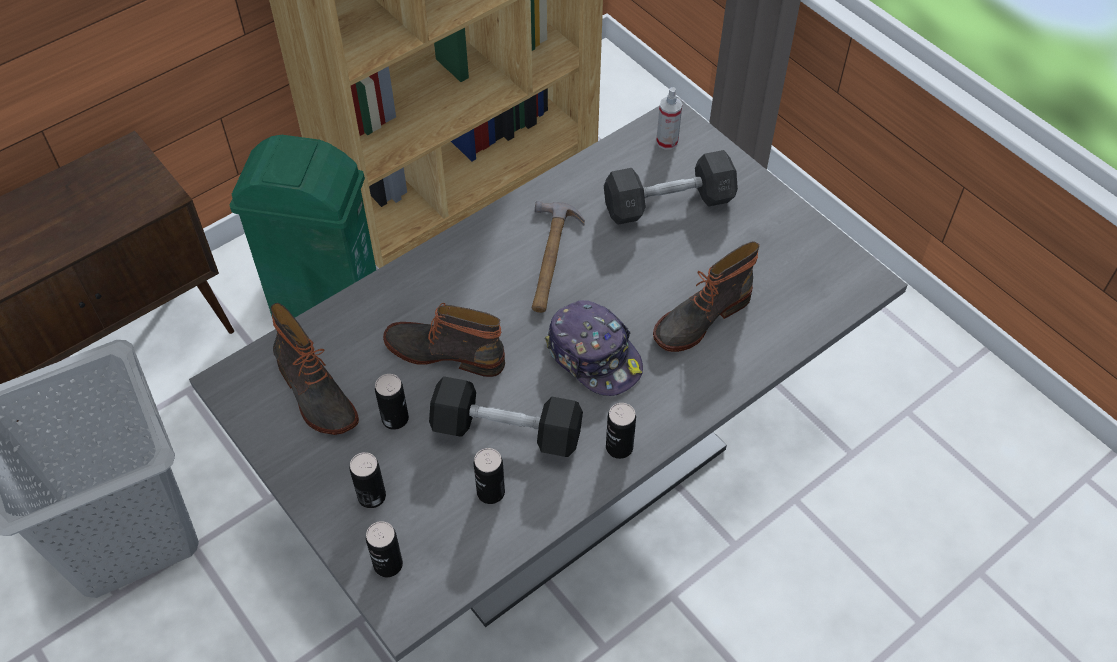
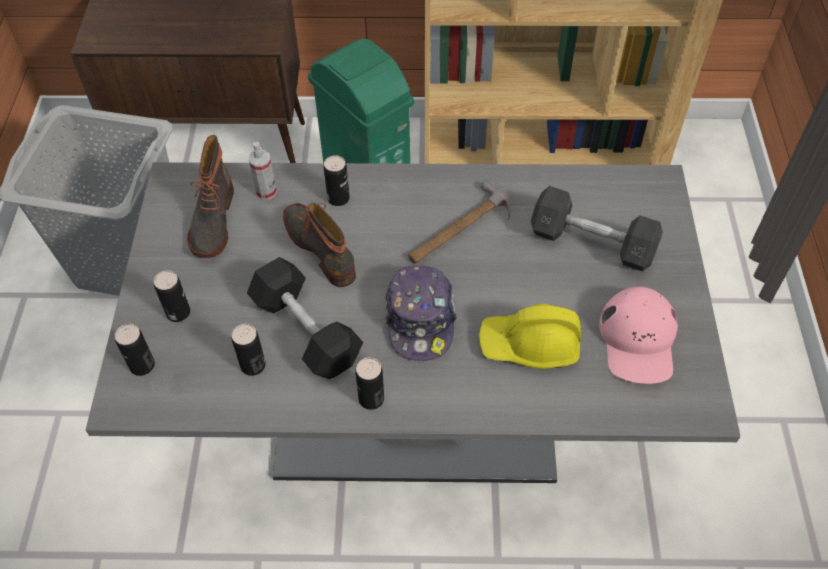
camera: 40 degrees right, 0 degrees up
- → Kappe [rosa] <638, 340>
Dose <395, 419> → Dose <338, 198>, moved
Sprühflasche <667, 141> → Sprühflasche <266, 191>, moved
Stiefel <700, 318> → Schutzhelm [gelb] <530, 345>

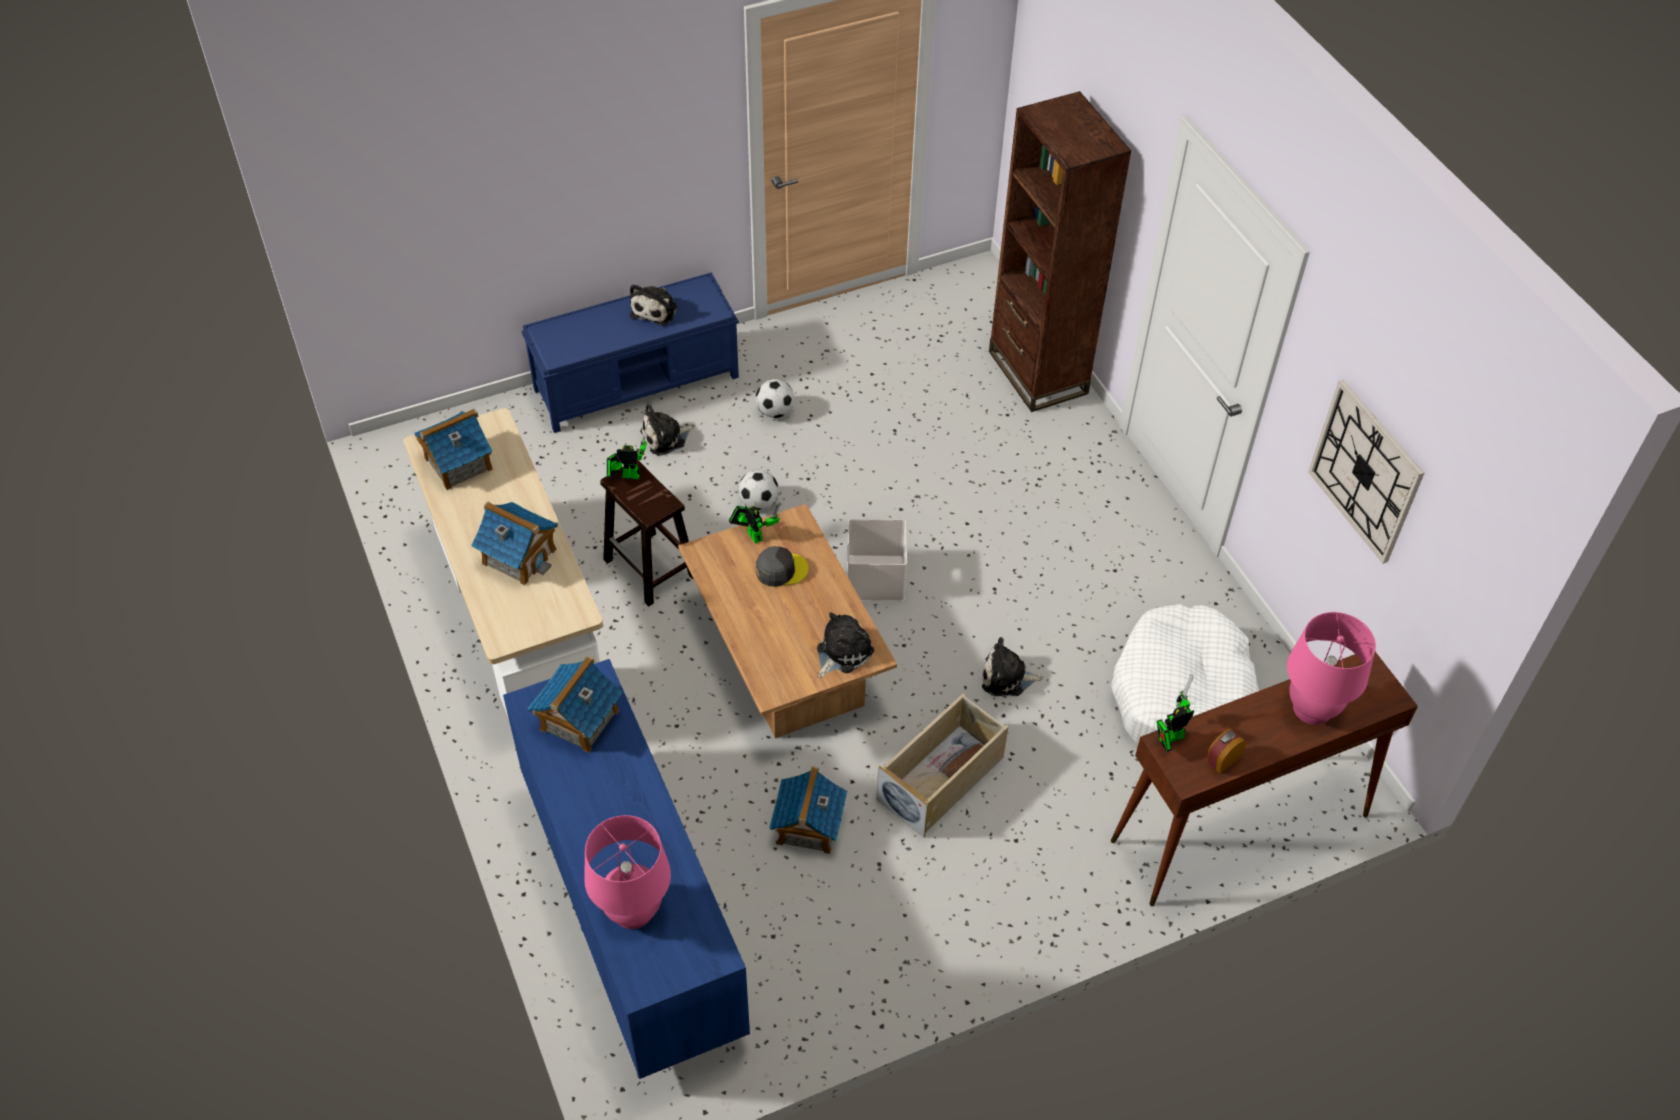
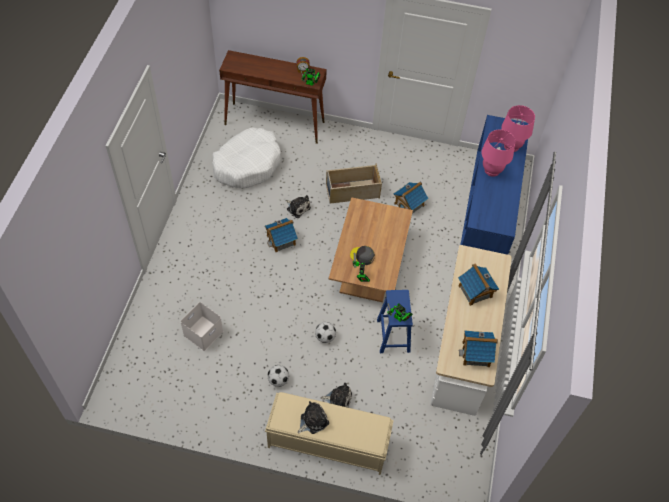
camera: 145 degrees left, 5 degrees up
Plüschtier <842, 652> → -
Bücherregal [braun] <1037, 372> → -
Wanduhr <1365, 471> → -
Spielzeughaus <578, 720> → Spielzeughaus <281, 240>, moved
Aufbewahrungsbox [weiß] <877, 579> → Aufbewahrungsbox [weiß] <203, 332>, moved
Tischlampe [rosa] <1312, 708> → Tischlampe [rosa] <492, 170>, moved
Bank [blau] <638, 382> → Bank [beige] <327, 443>
Hocker [braun] <651, 568> → Hocker [blau] <393, 335>

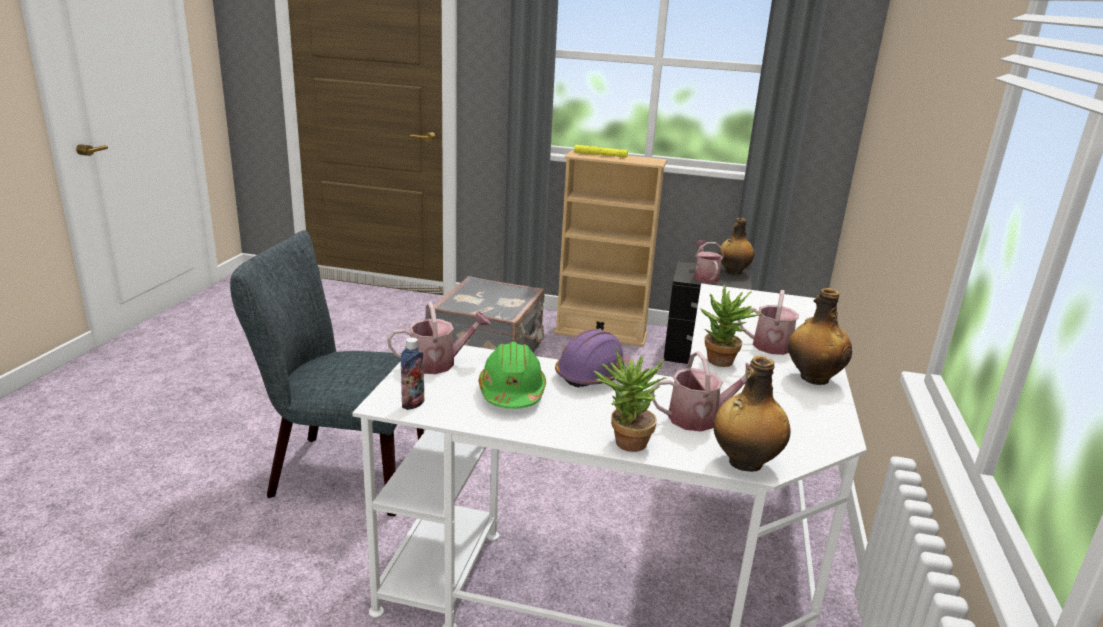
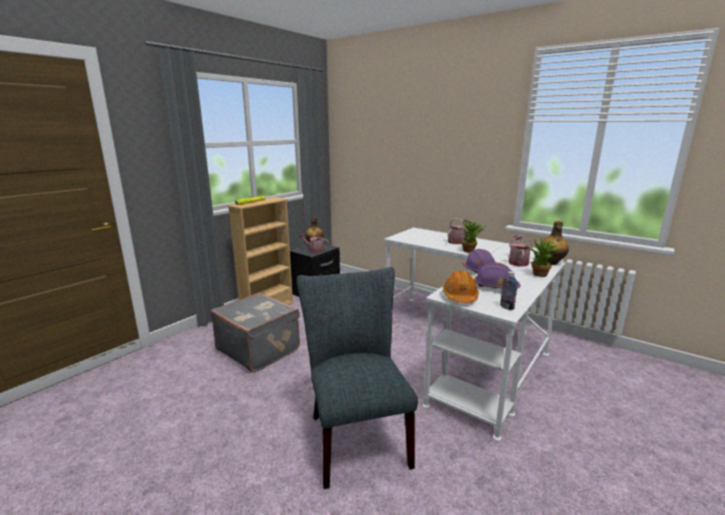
camera: 65 degrees left, 5 degrees down
Flasche <813, 378> → -
Gießkanne <439, 363> → Schutzhelm [orange] <460, 296>
Schutzhelm [grün] <512, 392> → Schutzhelm [lila] <495, 286>
Stuhl [grau] <339, 471> → Stuhl [grau] <355, 435>, 135 degrees clockwise

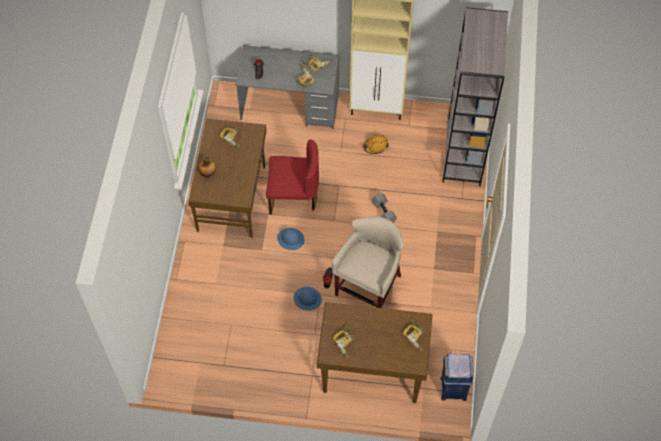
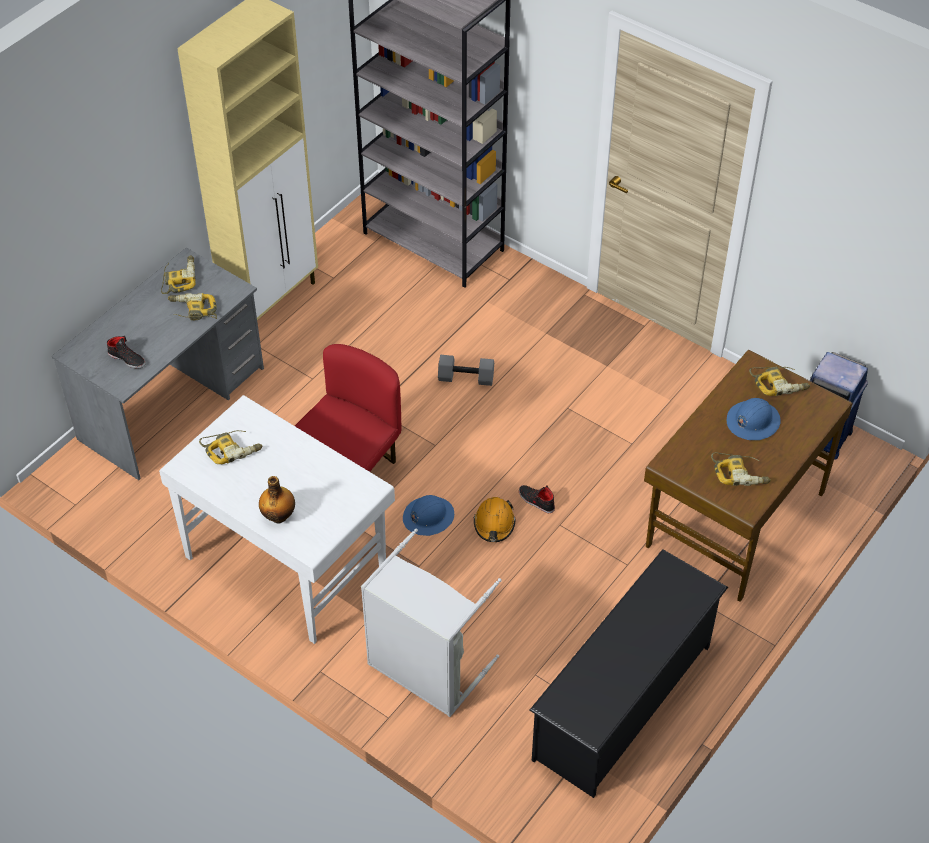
camera: 60 degrees left, 10 degrees down
Hocker [beige] <369, 287> → -
- → Wäschekorb [grau] <425, 671>
- → Schuhregal [schwarz] <623, 701>
Schutzhelm [blau] <307, 299> → Schutzhelm [blau] <752, 421>, moved
Schutzhelm [orange] <375, 146> → Schutzhelm [orange] <494, 524>, moved
Schreibtisch [braun] <232, 198> → Schreibtisch [weiß] <286, 561>

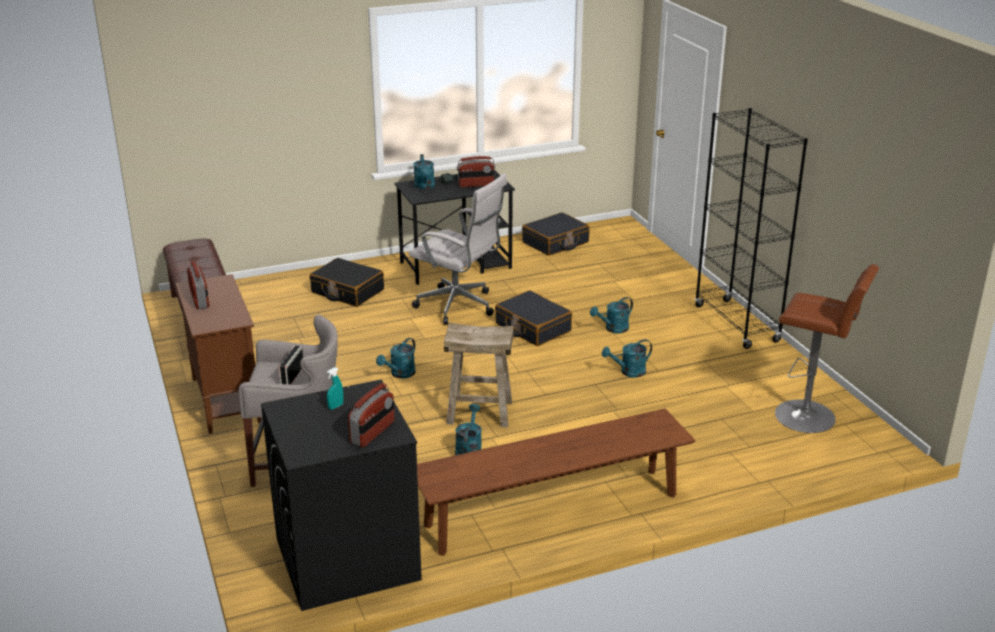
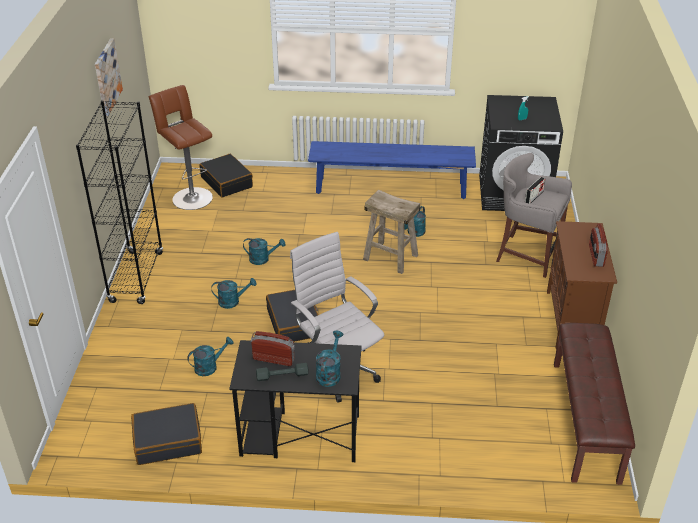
camera: 155 degrees left, 10 degrees up
Radio <373, 433> → -
- → Bild <107, 77>
Koffer [schwarz] <347, 291> → Koffer [schwarz] <227, 182>, moved
Gießkanne [türkis] <400, 374> → Gießkanne [türkis] <210, 366>, moved
Bank [braun] <552, 510> → Bank [blau] <391, 188>

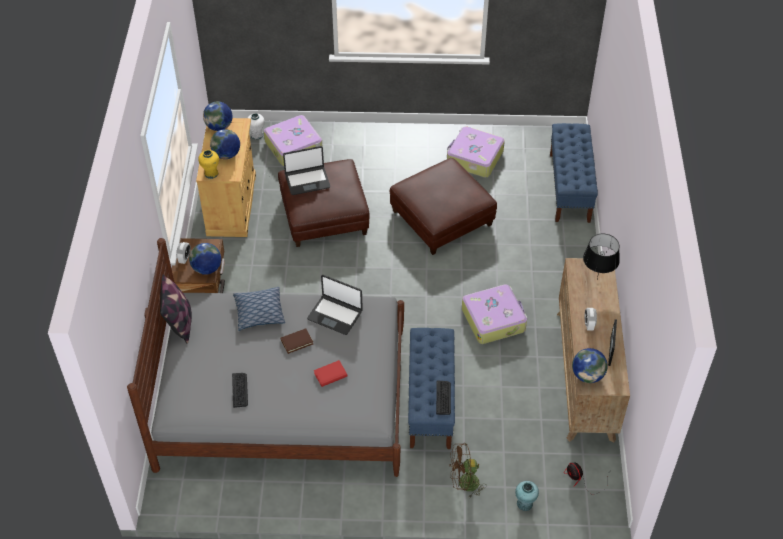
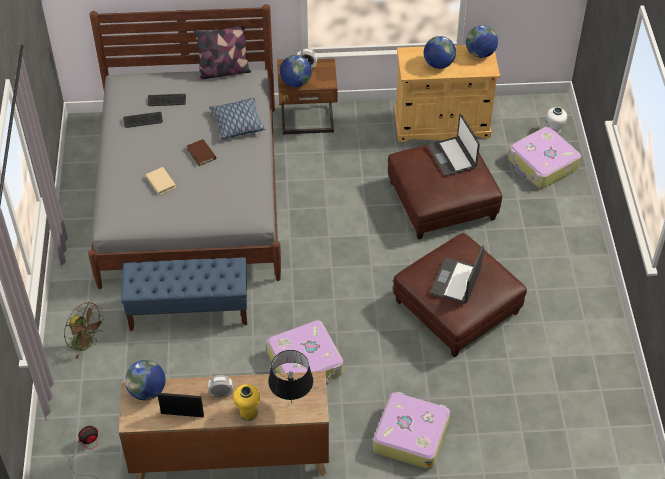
camera: 85 degrees right, 0 degrees up
Vase [türkis] <524, 503> → -
Bank [blau] <569, 188> → -
Vase [gelb] <211, 174> → Vase [gelb] <248, 413>, moved
Laptop <335, 315> → Laptop <456, 282>, moved
Tastatur <443, 398> → Tastatur <166, 100>, moved
Koffer <474, 158> → Koffer <410, 435>, moved
Buch [rot] <330, 375> → Buch [beige] <160, 182>
Ventilator [braun] <464, 484> → Ventilator [braun] <87, 344>, 135 degrees clockwise

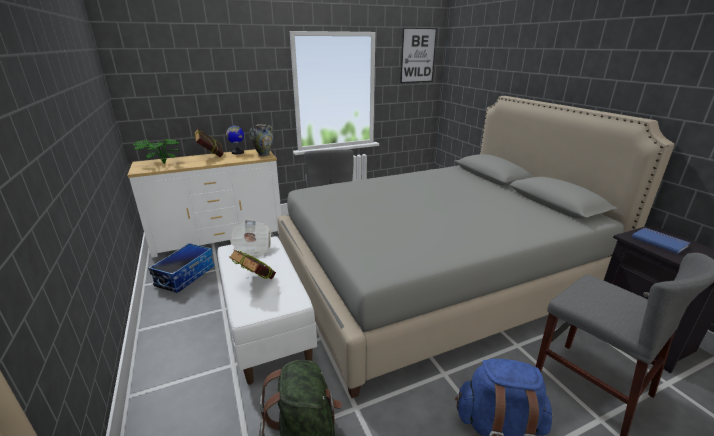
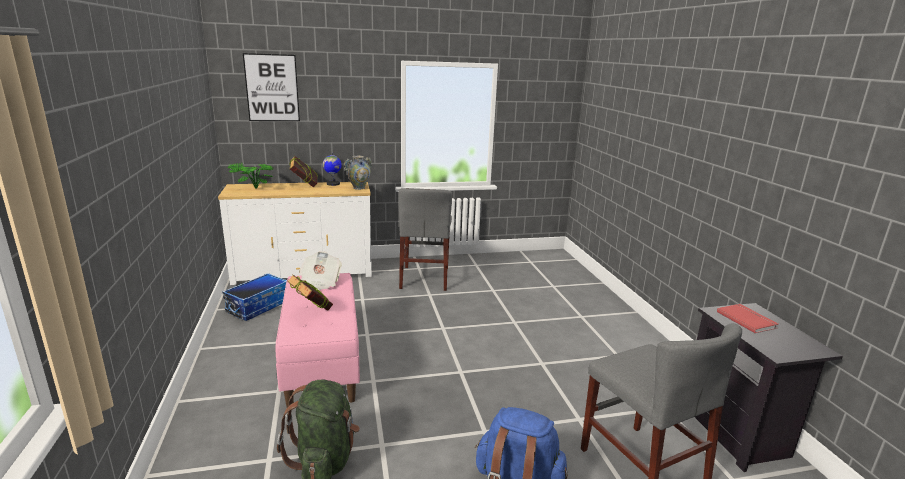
camera: 10 degrees right, 5 degrees down
Bett [grau] <434, 279> → -
Bild <418, 55> → Bild <272, 88>, moved
Bank [weiß] <267, 326> → Bank [rosa] <322, 362>
Buch [blau] <659, 241> → Buch [rot] <747, 319>

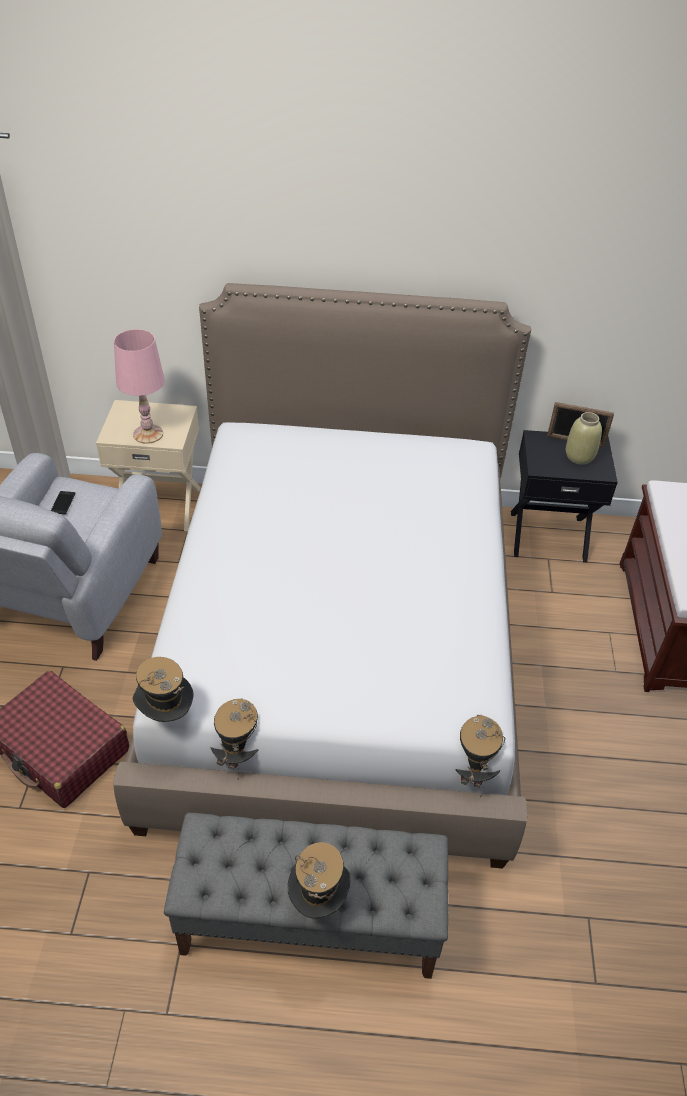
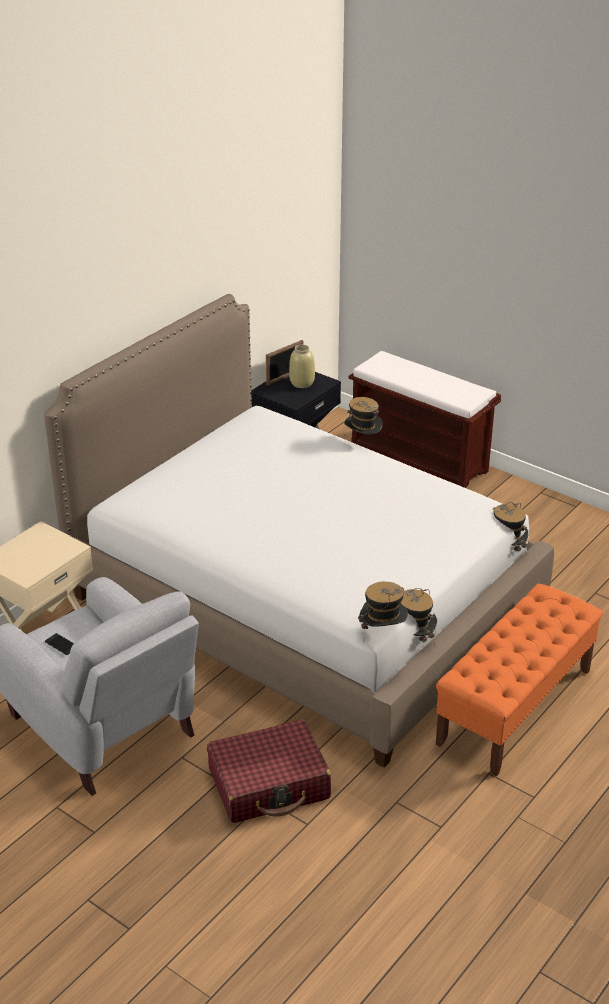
camera: 55 degrees left, 10 degrees down
Tischlampe [rosa] <148, 434> → -
Hut <318, 899> → Hut <362, 441>, moved
Bank [grau] <310, 920> → Bank [orange] <515, 706>

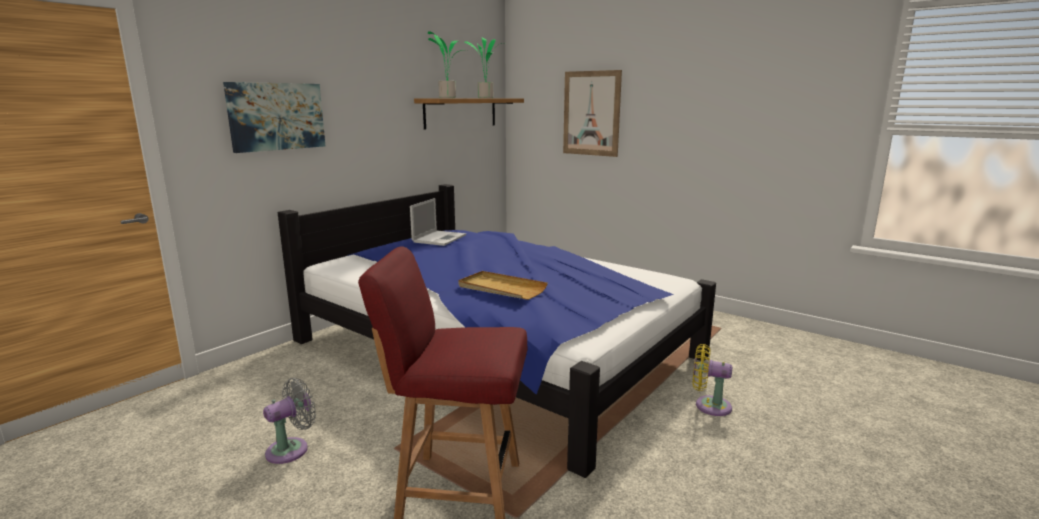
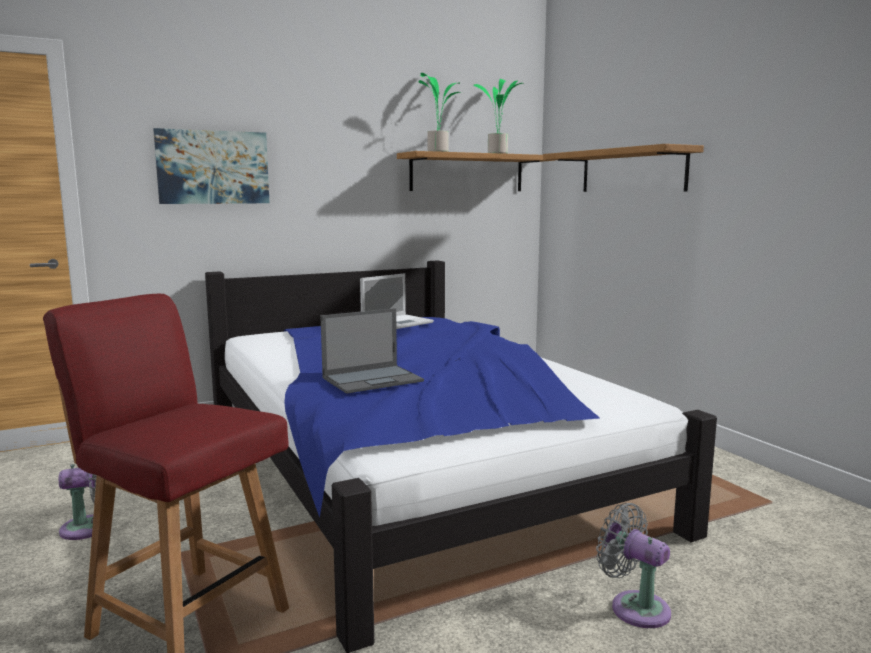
camera: 25 degrees right, 5 degrees down
Tablett [beige] <501, 288> → Laptop <373, 379>
Bild <591, 113> → Wandregal <632, 171>
Ventilator [gelb] <709, 405> → Ventilator [grau] <634, 607>

